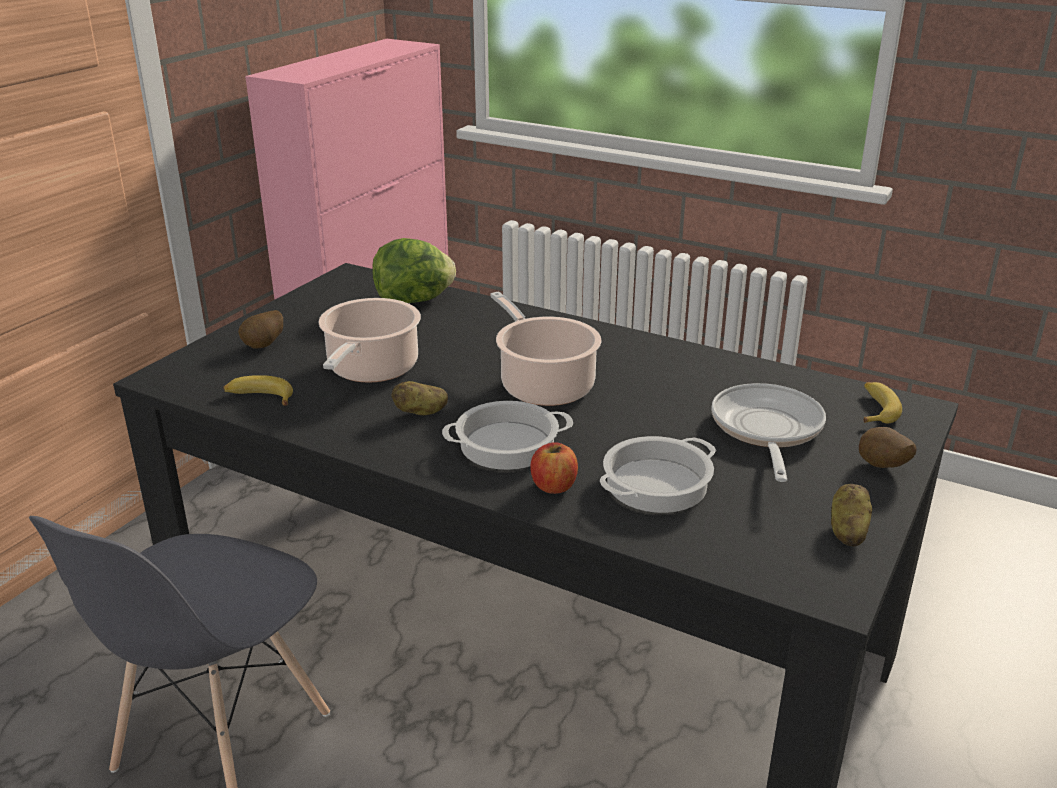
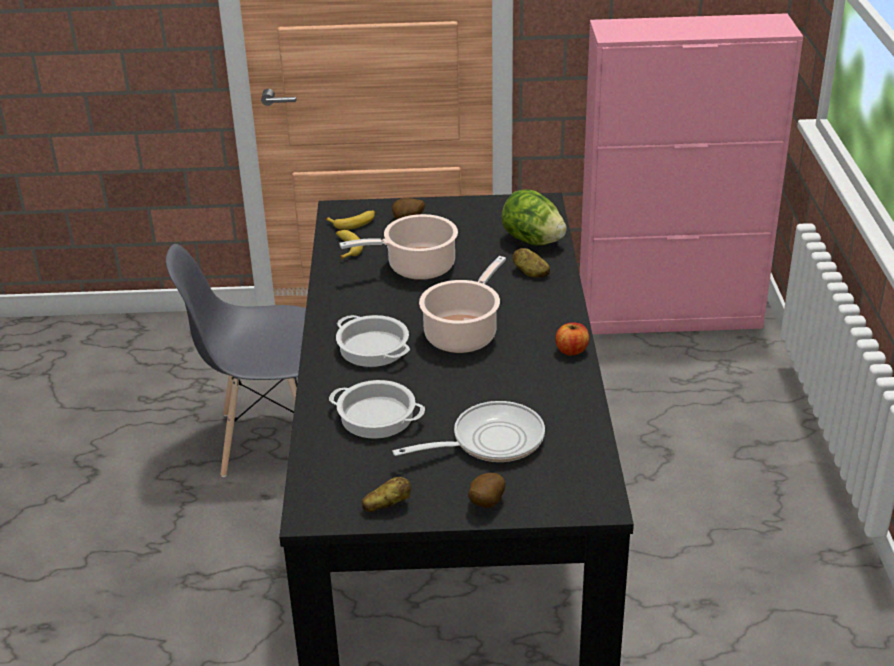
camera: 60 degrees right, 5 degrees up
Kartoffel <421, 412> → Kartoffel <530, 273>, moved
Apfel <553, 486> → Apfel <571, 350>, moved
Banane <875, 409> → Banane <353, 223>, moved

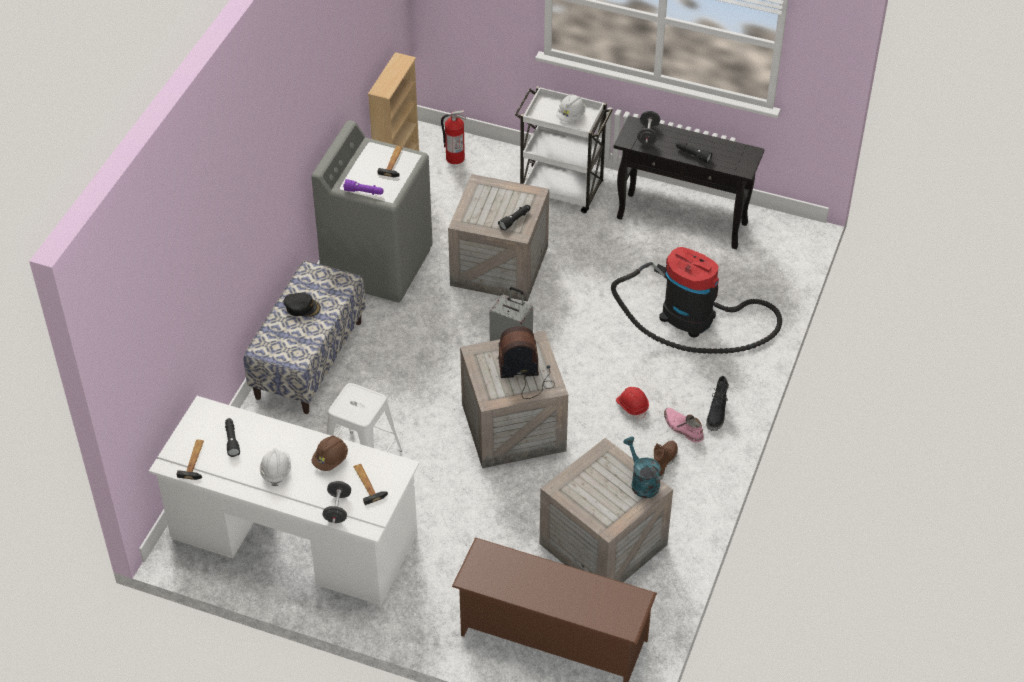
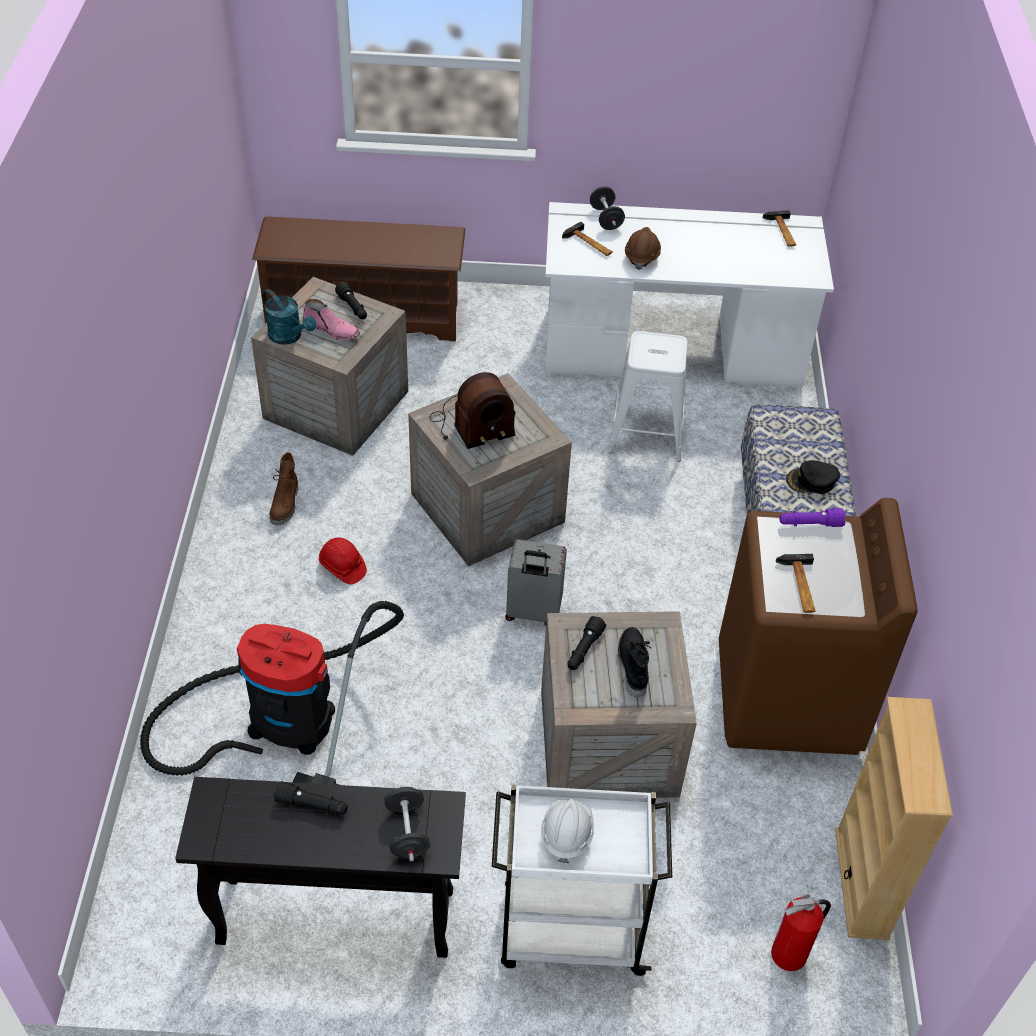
camera: 160 degrees right, 0 degrees up
Schutzhelm [weiß] <276, 471> → -
Taschenlampe [schwarz] <232, 440> → Taschenlampe [schwarz] <353, 308>, moved
Stiefel [rosa] <682, 428> → Stiefel [rosa] <332, 329>, moved
Stiefel [schwarz] <717, 415> → Stiefel [schwarz] <632, 666>, moved
Waschmaschine [grau] <378, 264> → Waschmaschine [braun] <788, 698>

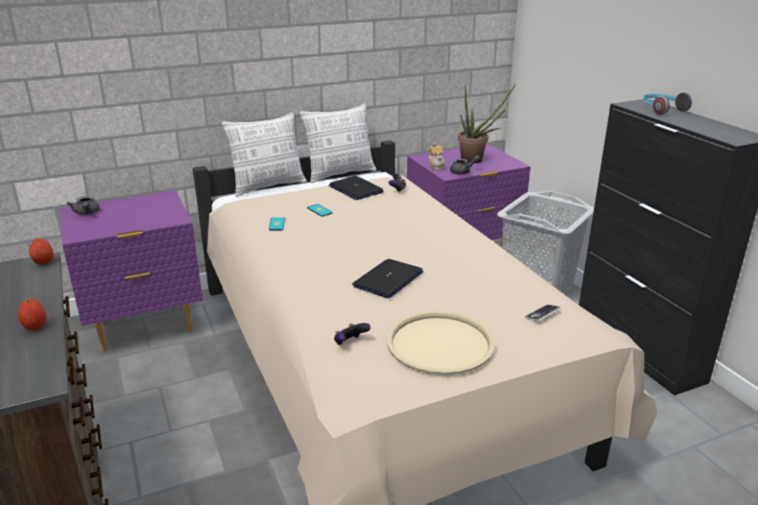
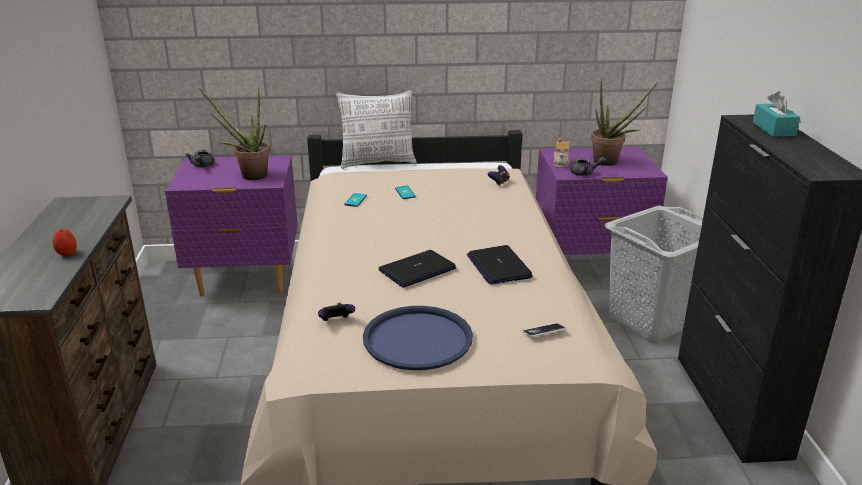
camera: 20 degrees right, 0 degrees up
Apfel <44, 262> → -
Kissen <340, 174> → -
- → Topfpflanze <248, 176>
Laptop <355, 189> → Laptop <498, 266>, moved
Kopfhörer <661, 110> → Taschentuchbox [türkis] <773, 129>
Tablett [beige] <440, 343> → Tablett [blau] <418, 339>

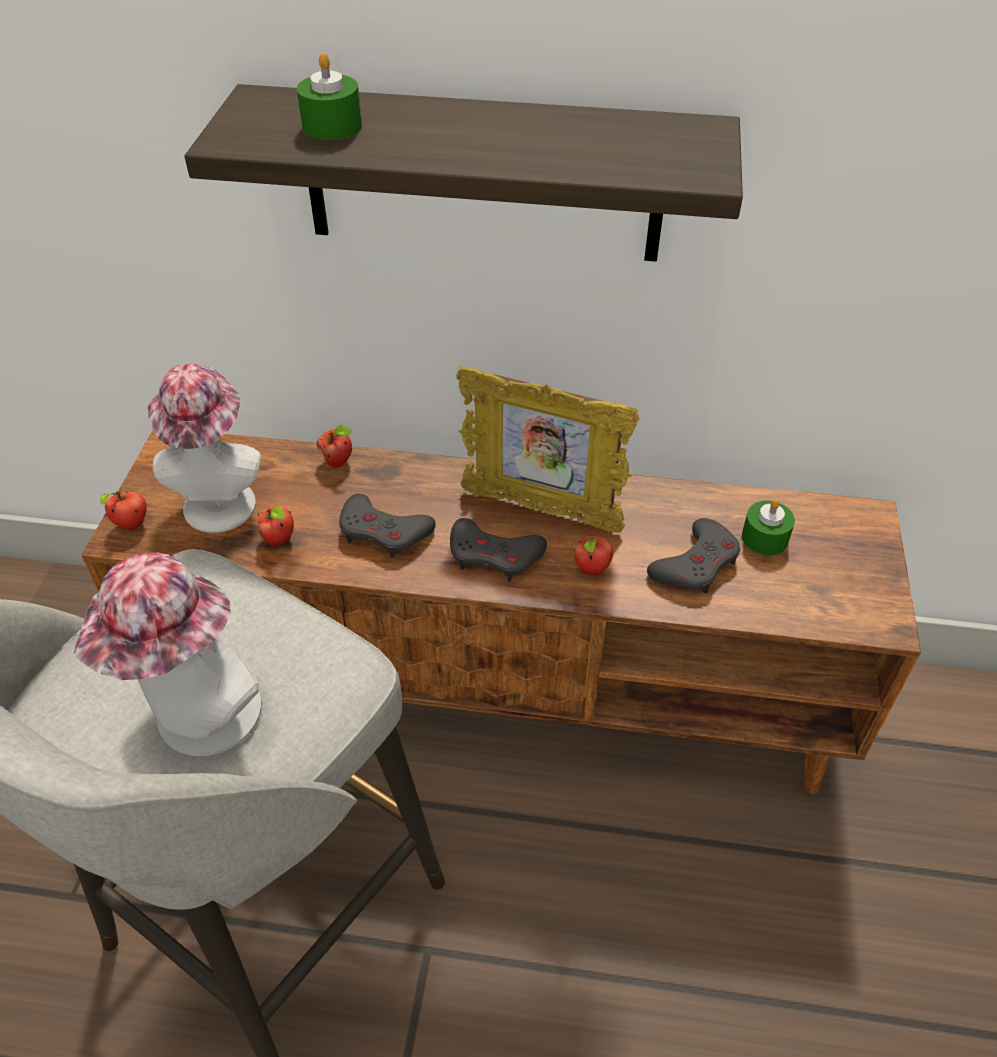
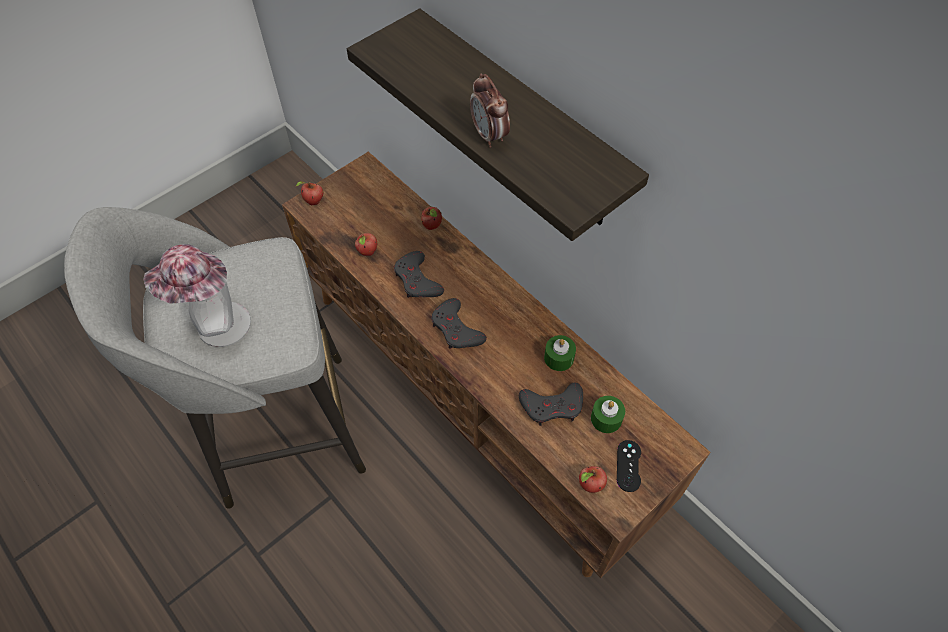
camera: 40 degrees right, 10 degrees up
Hut <220, 498> → -
Bilderrahmen <541, 510> → -
- → Wecker <489, 135>
- → Gamepad [schwarz] <628, 466>
Kerze [grün] <332, 126> → Kerze [grün] <559, 358>, moved
Apfel <592, 570> → Apfel <590, 486>, moved

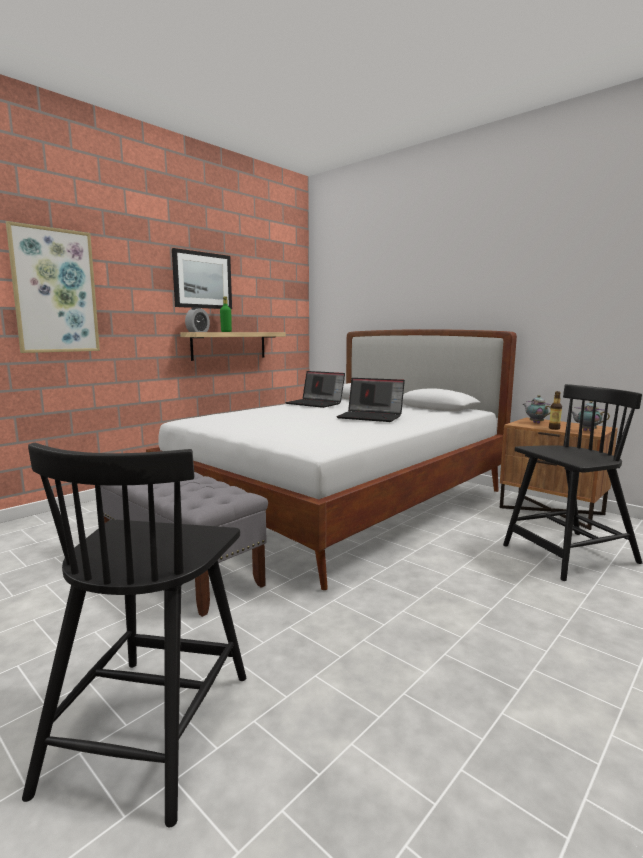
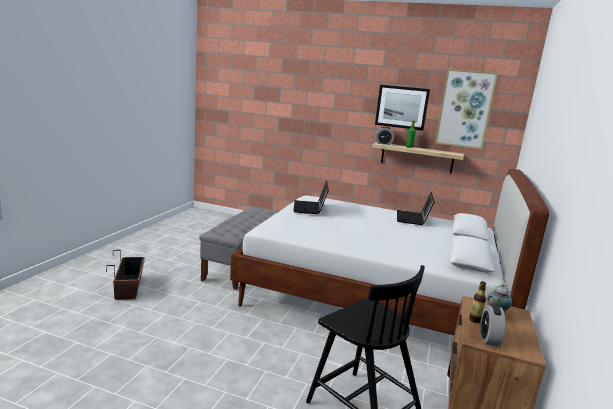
camera: 65 degrees right, 5 degrees up
Bild <55, 291> → Bild <465, 109>, moved
Laptop <371, 417> → Laptop <310, 208>, moved
Stuhl [schwarz] <152, 726> → Pflanzkübel <129, 287>
Teekanne <586, 430> → Wecker <489, 338>

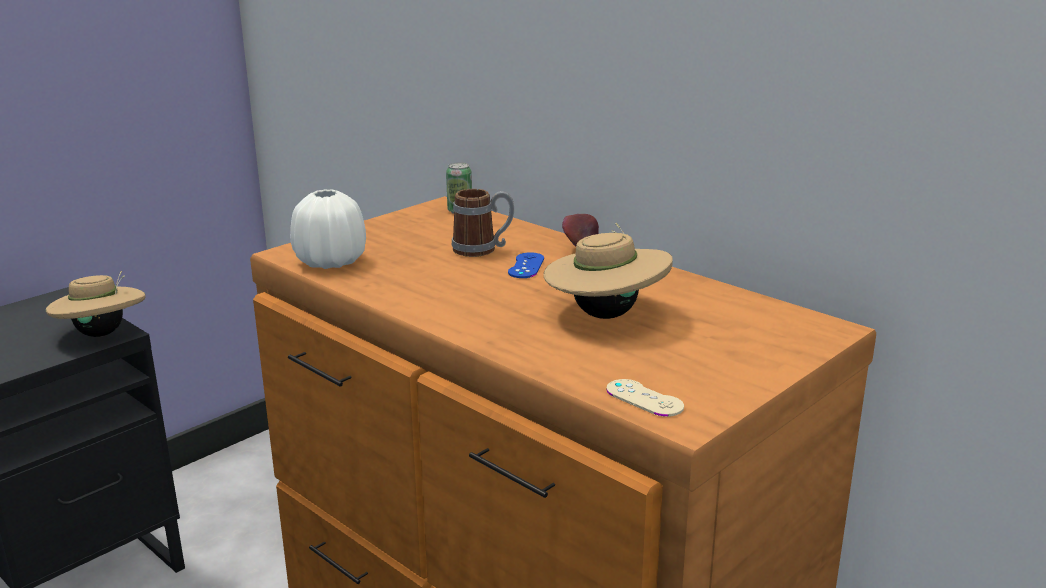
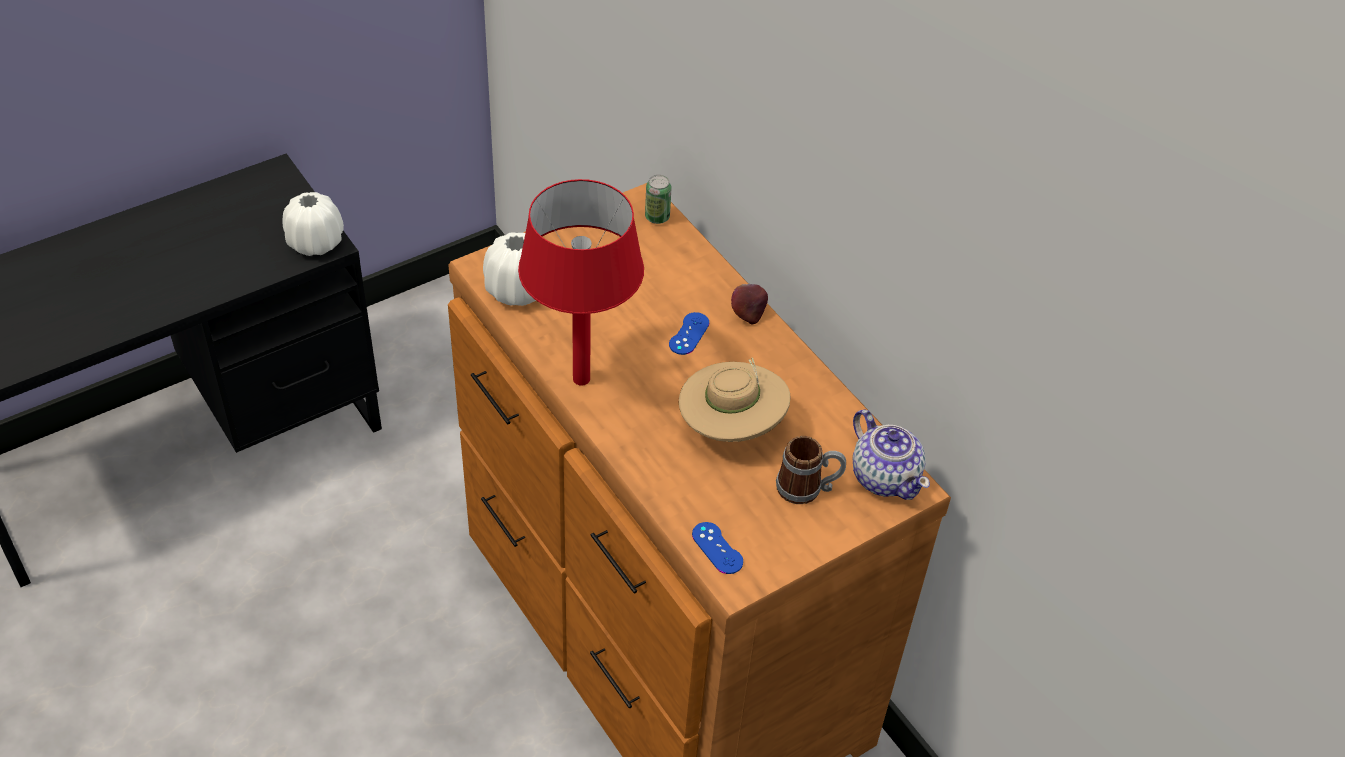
camera: 10 degrees right, 25 degrees up
- → Tischlampe [rot] <580, 378>
- → Teekanne <885, 476>
Henkelbecher <483, 249> → Henkelbecher <807, 488>, moved
Hut [beige] <102, 333> → Vase [weiß] <316, 242>
Gamepad [beige] <644, 398> → Gamepad [blau] <717, 548>

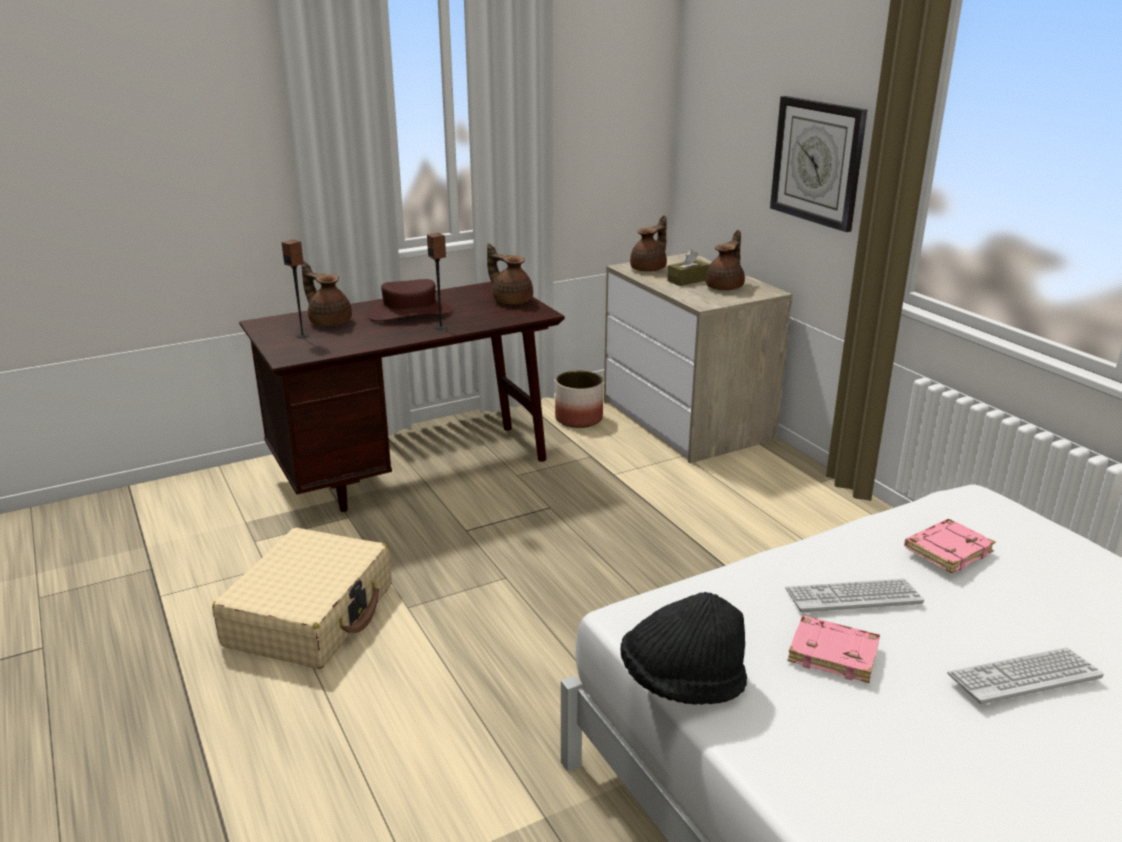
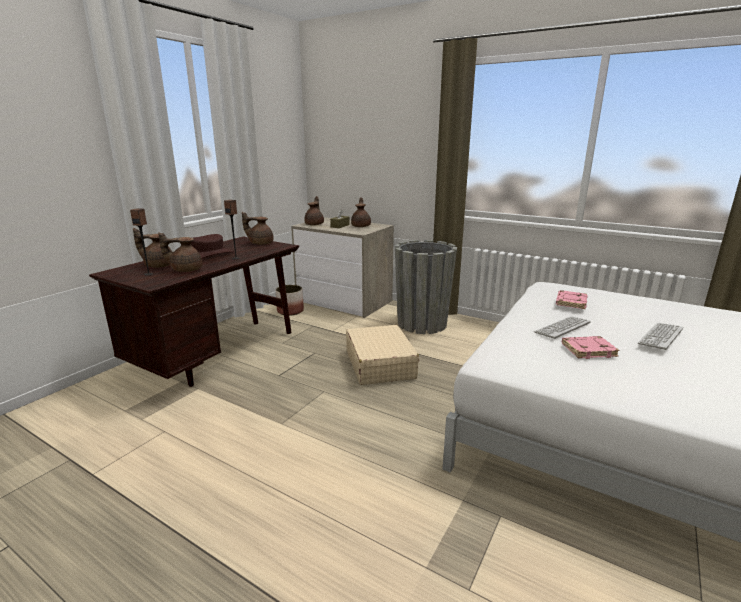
camera: 30 degrees left, 5 degrees down
Hut [schwarz] <682, 682> → -
Wanduhr <817, 162> → -
- → Teekanne [braun] <186, 270>
- → Pflanzkübel [grau] <422, 324>
Koffer [beige] <311, 615> → Koffer [beige] <380, 364>, moved

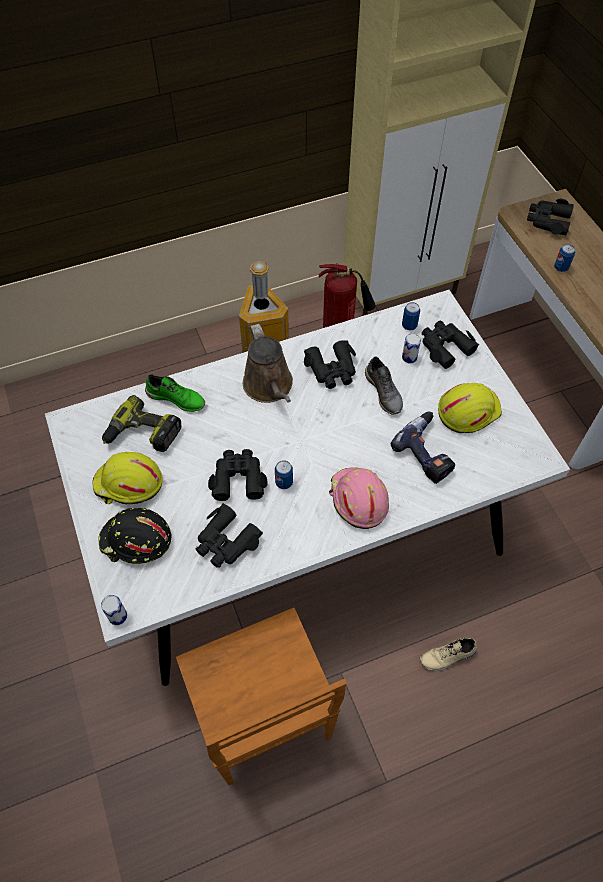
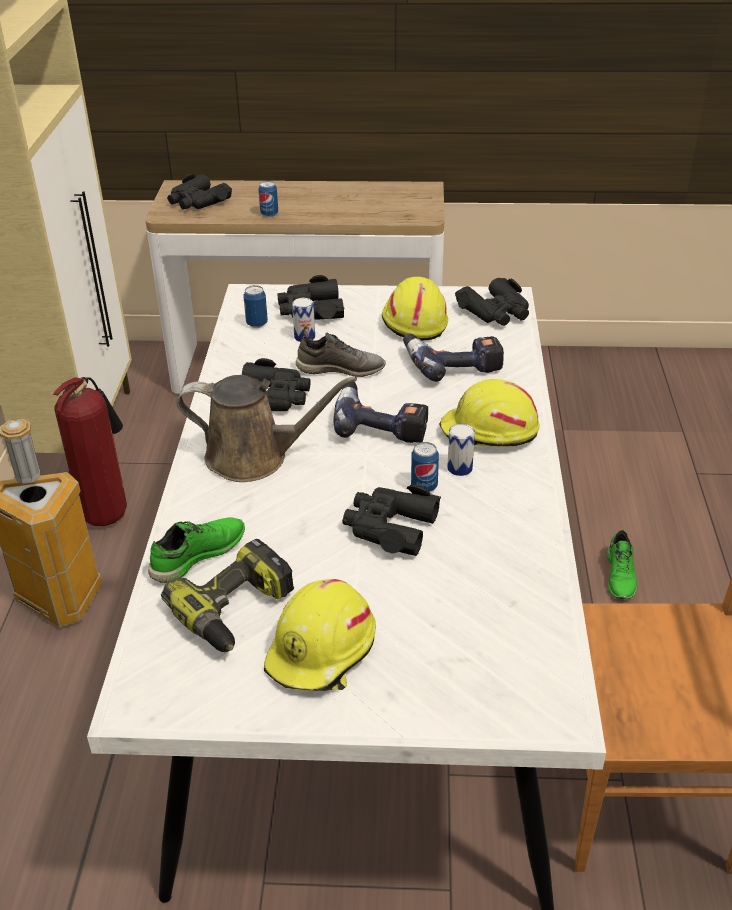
camera: 65 degrees left, 20 degrees down
Schutzhelm [schwarz] <136, 541> → -
- → Bohrmaschine <381, 423>
Dose <117, 616> → Dose <459, 468>, moved
Fernglas [schwarz] <226, 542> → Fernglas [schwarz] <496, 312>, moved
Schutzhelm [rosa] <357, 500> → Schutzhelm [gelb] <488, 433>
Schuh [beige] <448, 657> → Schuh [grün] <621, 576>

